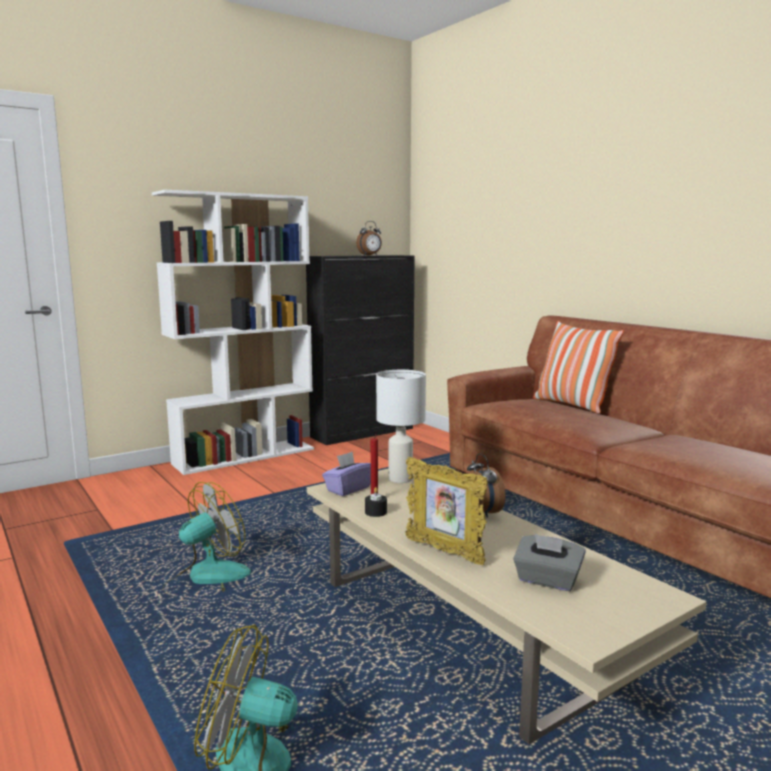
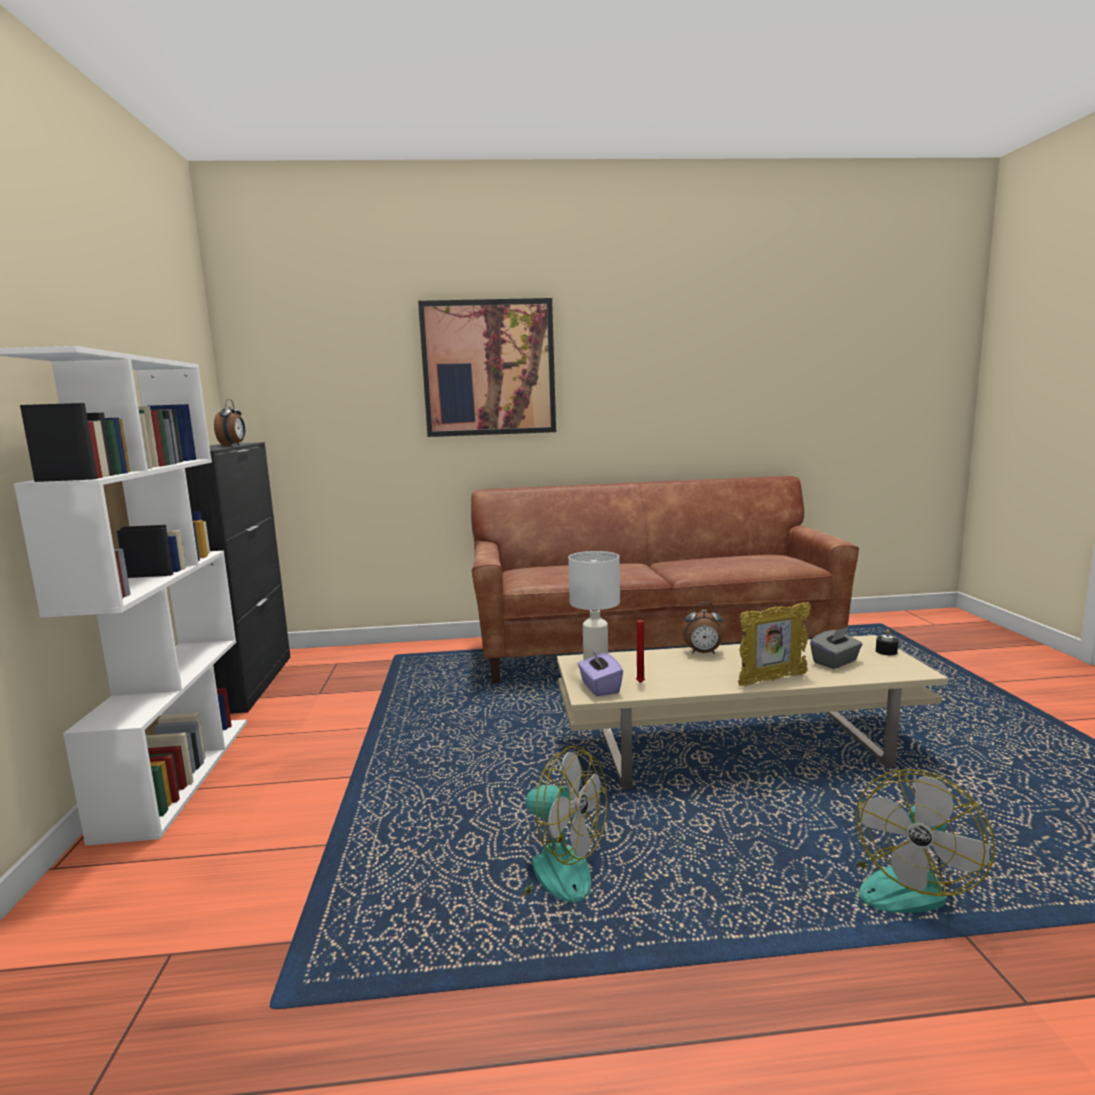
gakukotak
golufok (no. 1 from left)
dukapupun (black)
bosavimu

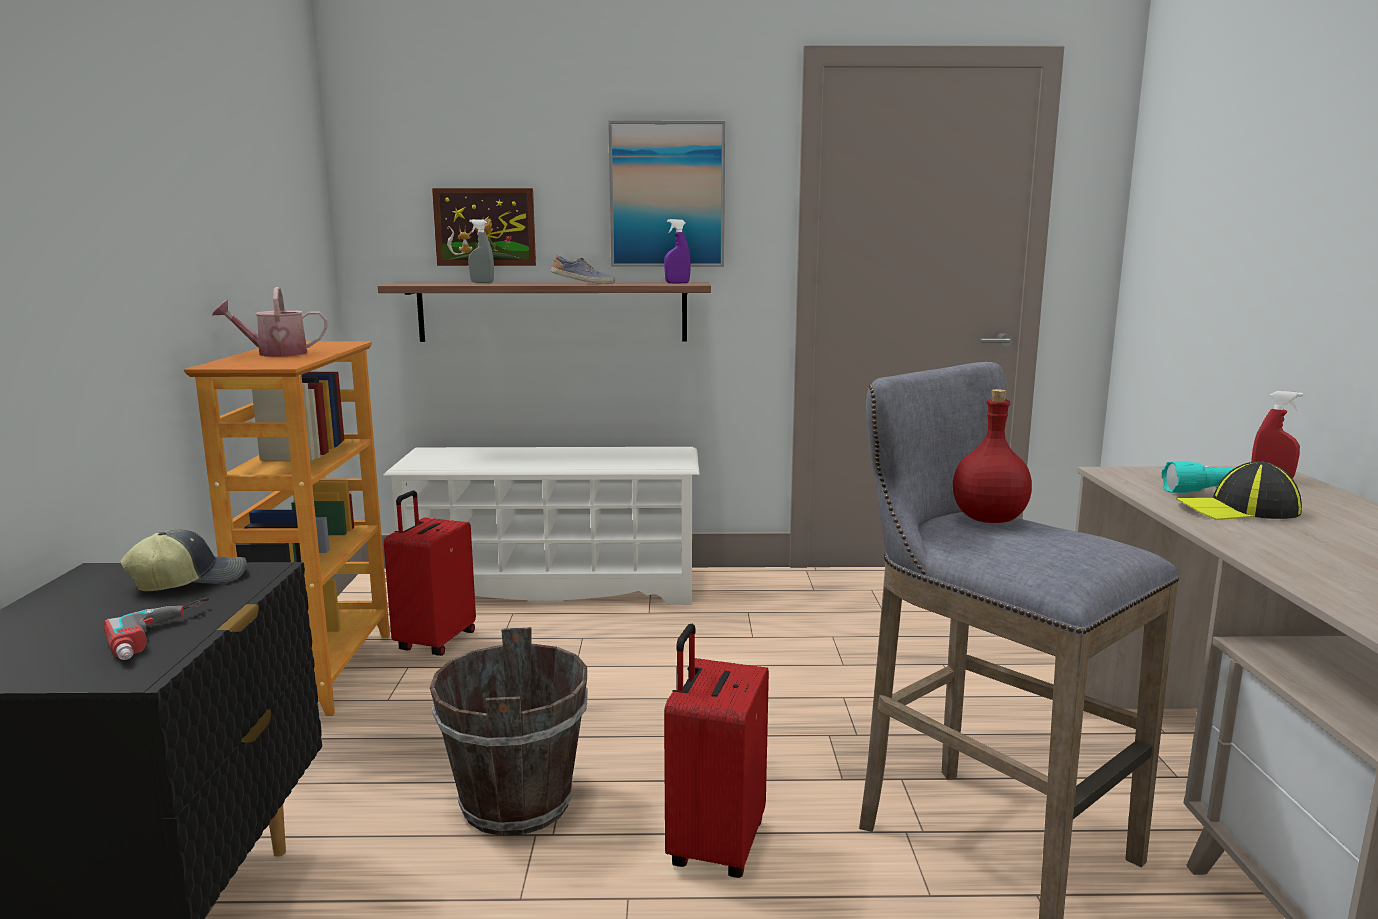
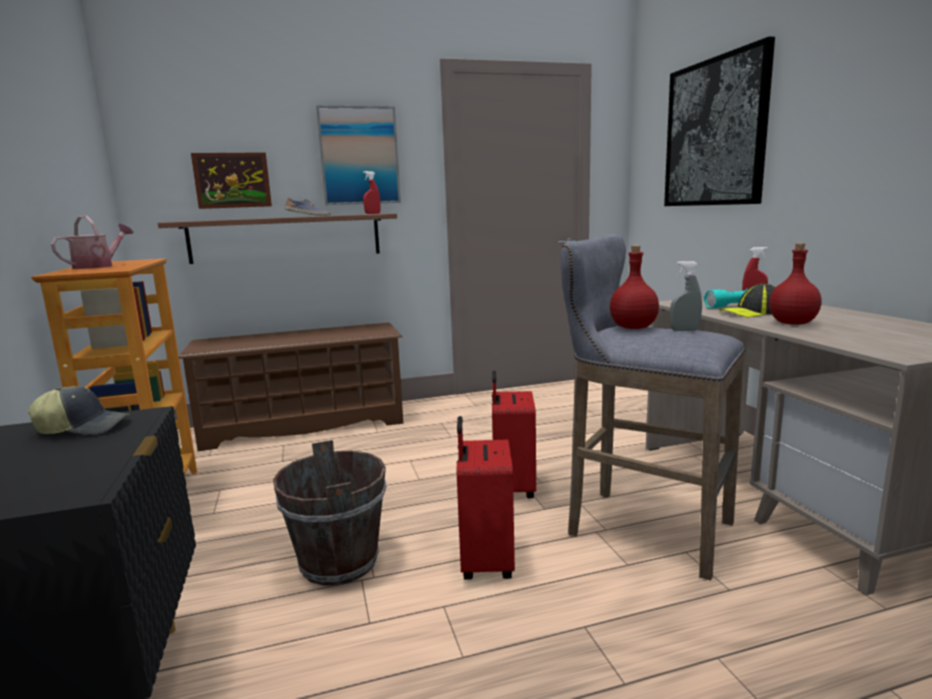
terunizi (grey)
terunizi (red) (no. 1 from left)
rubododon
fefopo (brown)
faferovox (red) (no. 2 from left)
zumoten (no. 1 from left)
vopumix
bosavimu (no. 3 from left)
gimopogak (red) (no. 2 from left)

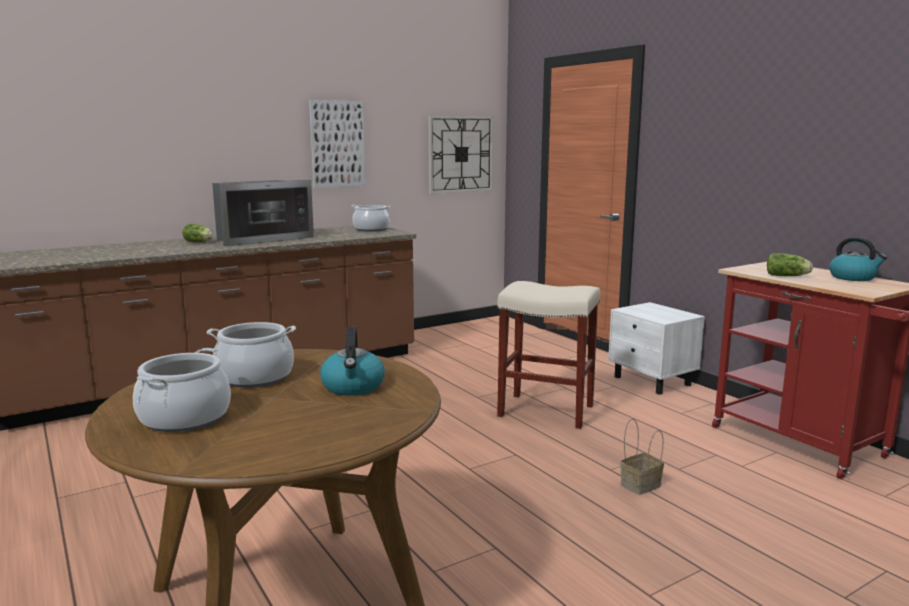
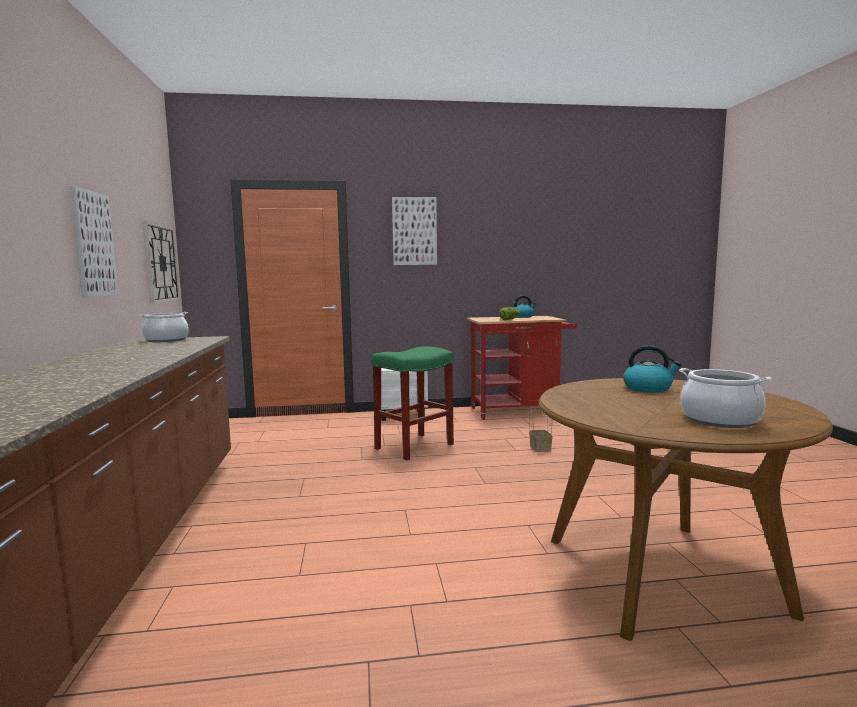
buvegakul
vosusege (no. 1 from left in the first image)
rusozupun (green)
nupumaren (no. 2 from left in the first image)
bosavimu (no. 2 from left)

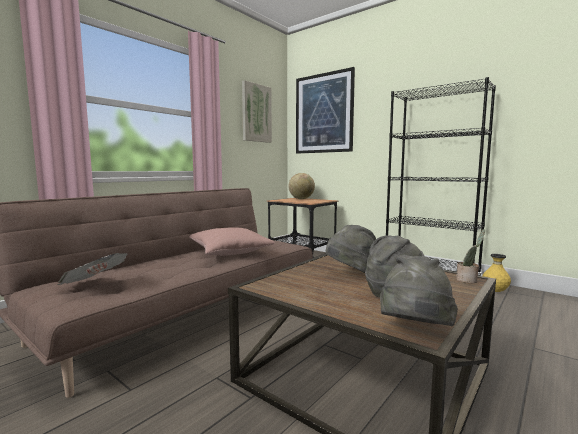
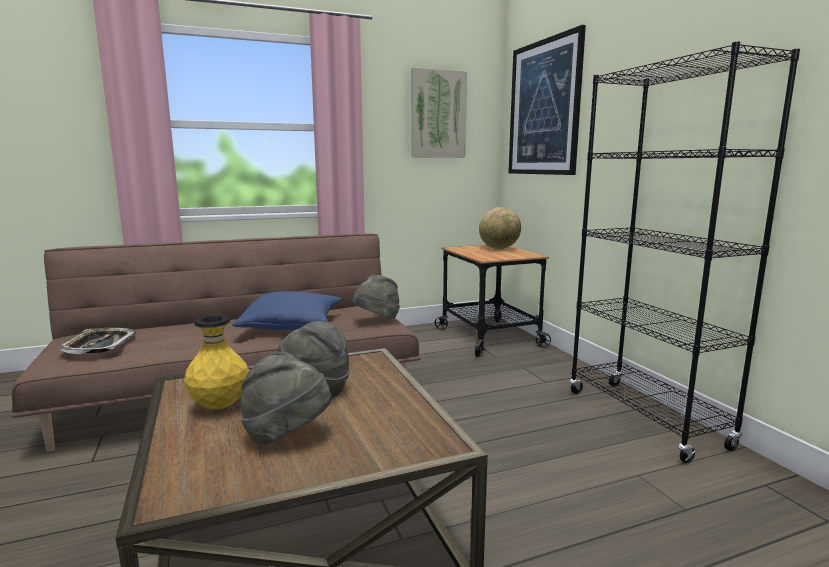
gakukotak (blue)
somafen
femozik
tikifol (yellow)
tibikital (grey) (no. 3 from left)

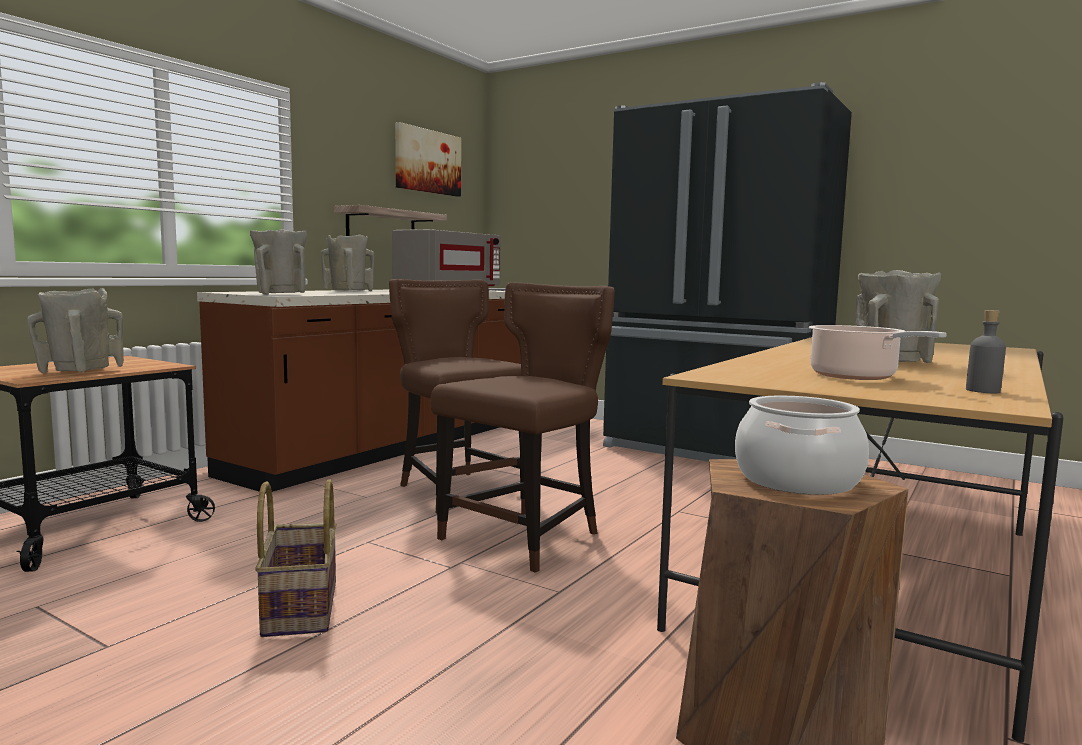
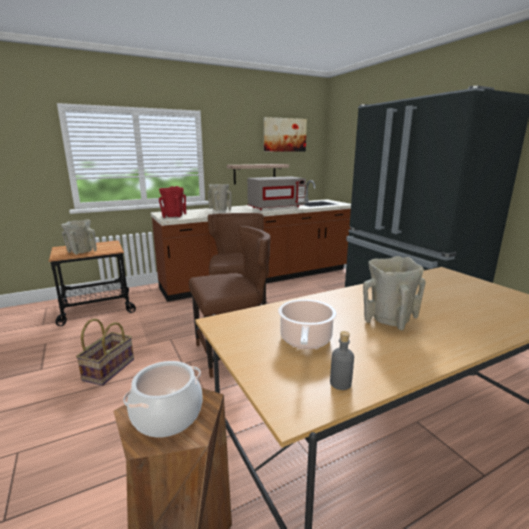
tikifol (red)

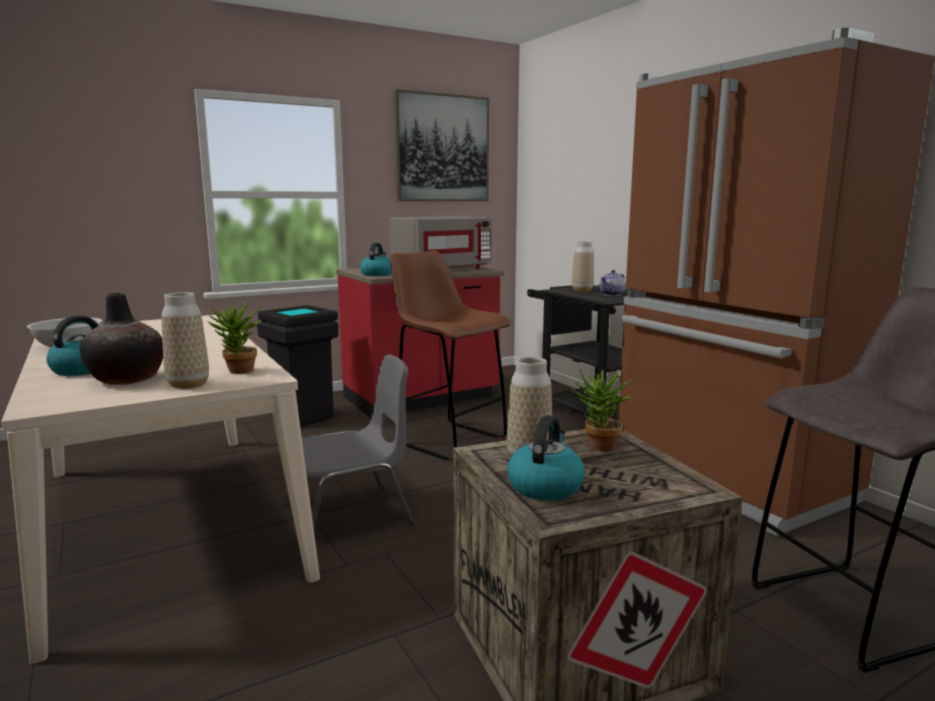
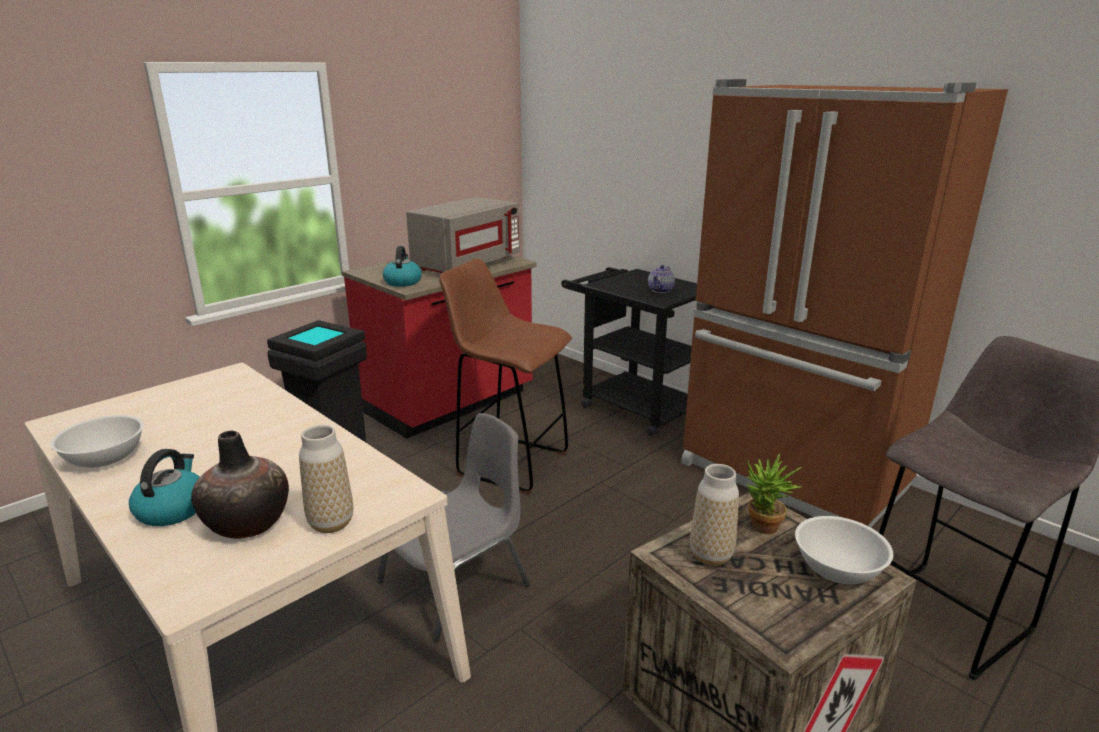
bosavimu
tikifol (no. 4 from left in the first image)
somafen (no. 1 from left in the first image)
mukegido (no. 3 from left in the first image)
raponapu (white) (no. 2 from left)

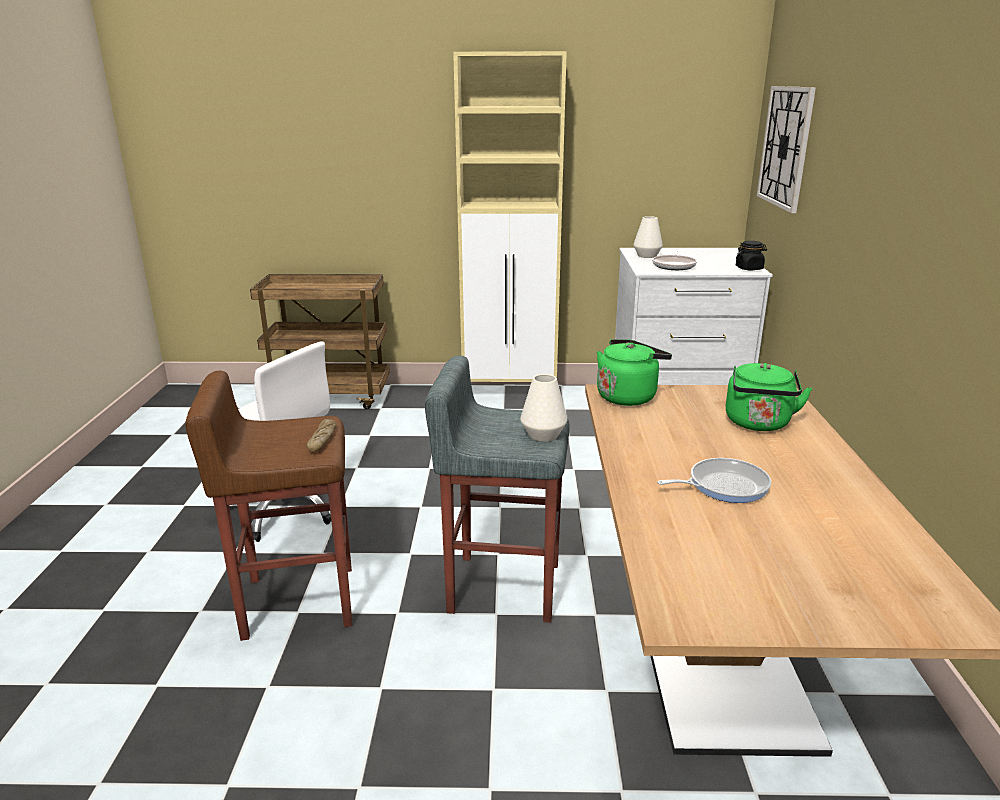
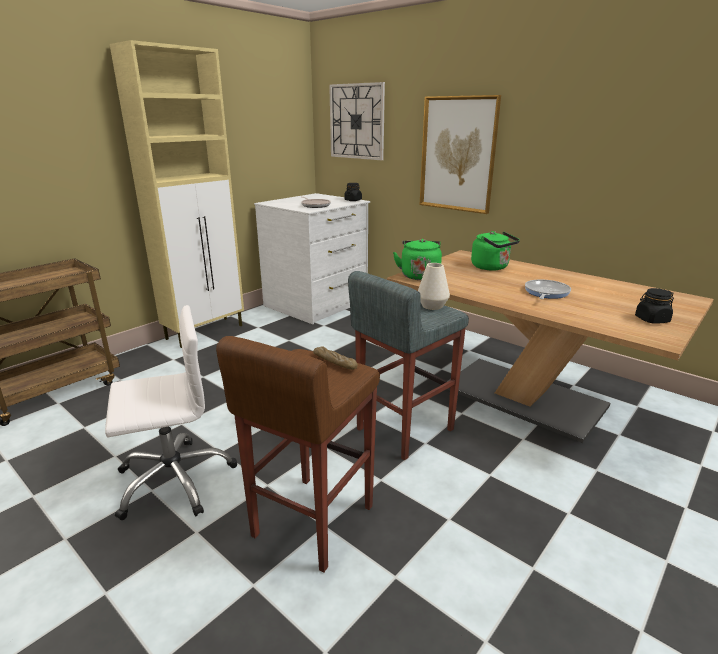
tikifol (white) (no. 2 from left in the first image)
bosavimu
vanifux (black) (no. 2 from left)

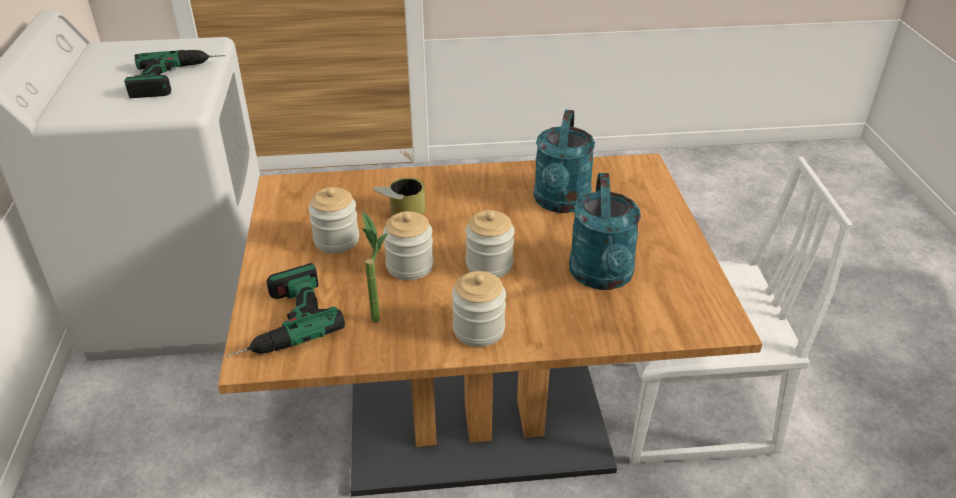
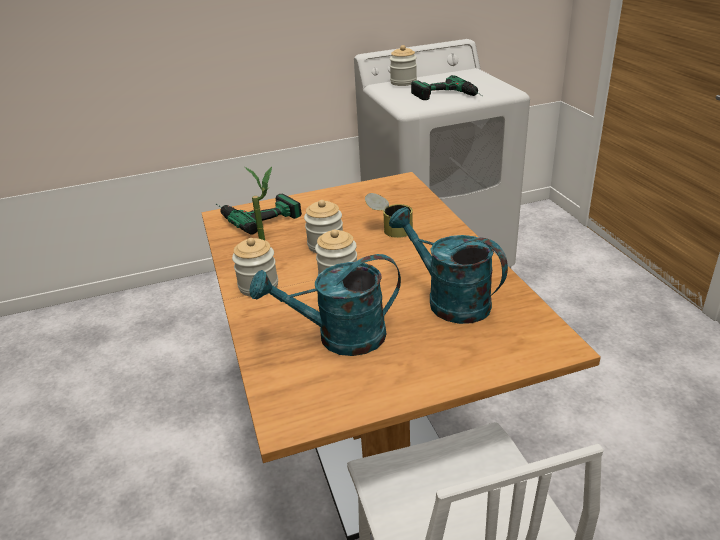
rubododon (turquoise) (no. 2 from left)
vanifux (no. 4 from left)

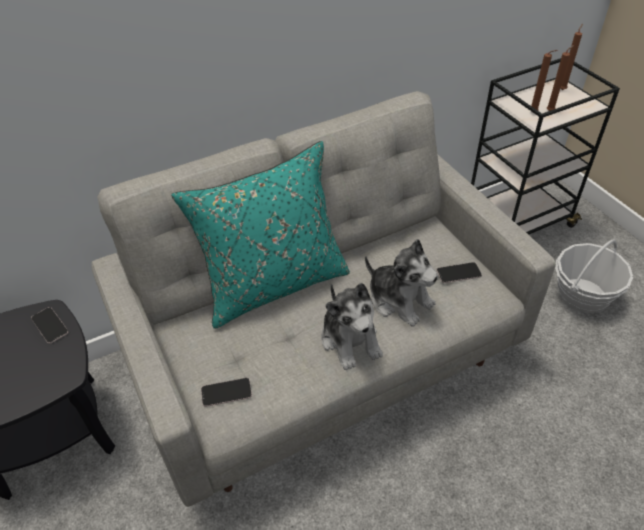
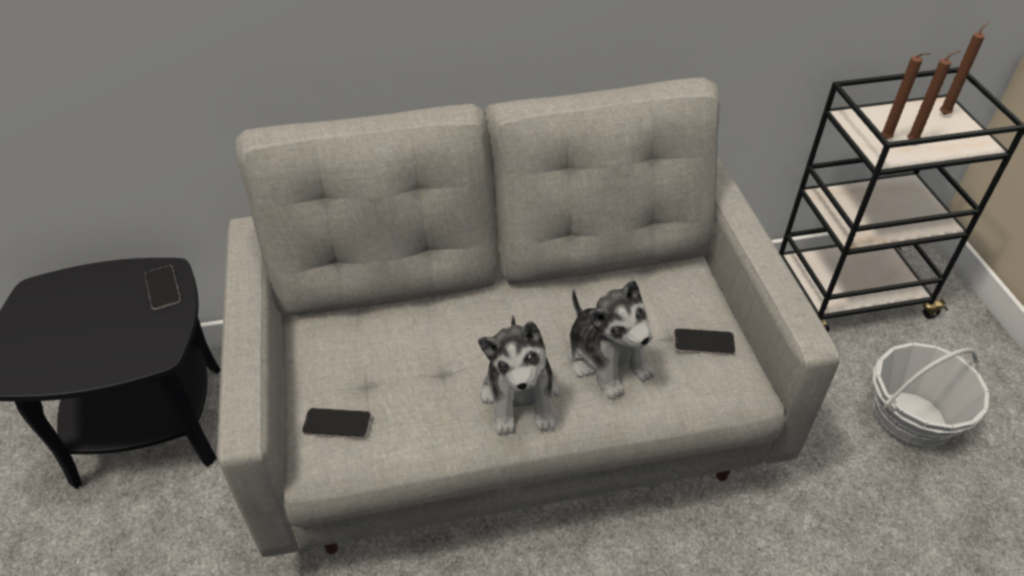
gakukotak (turquoise)

